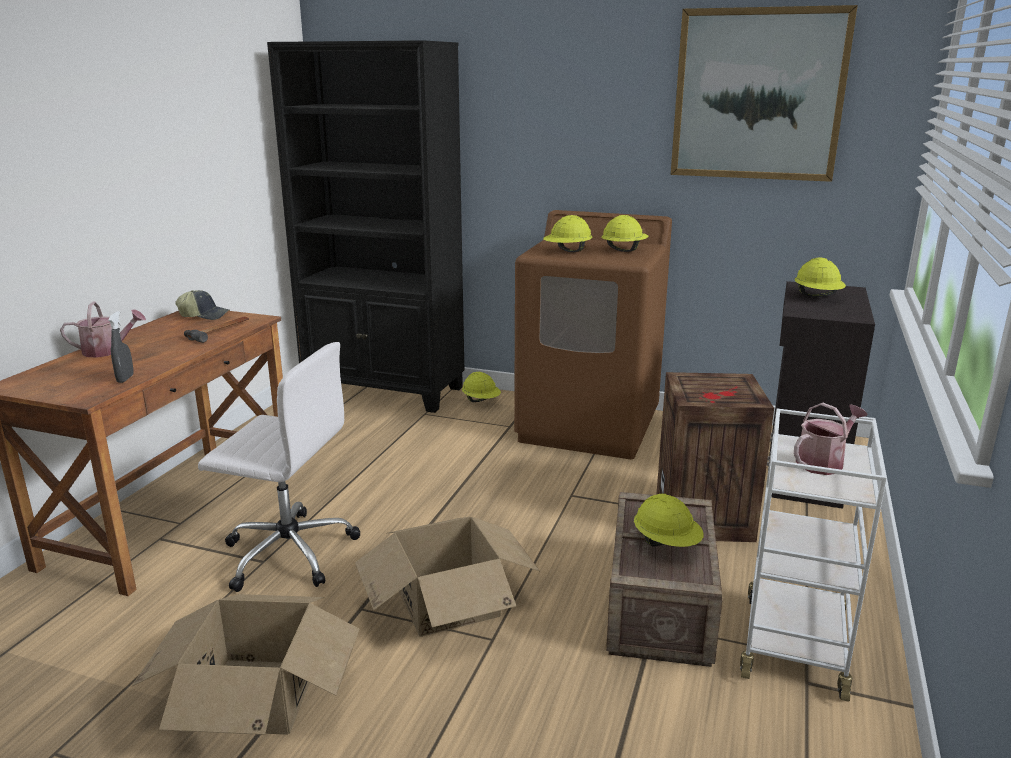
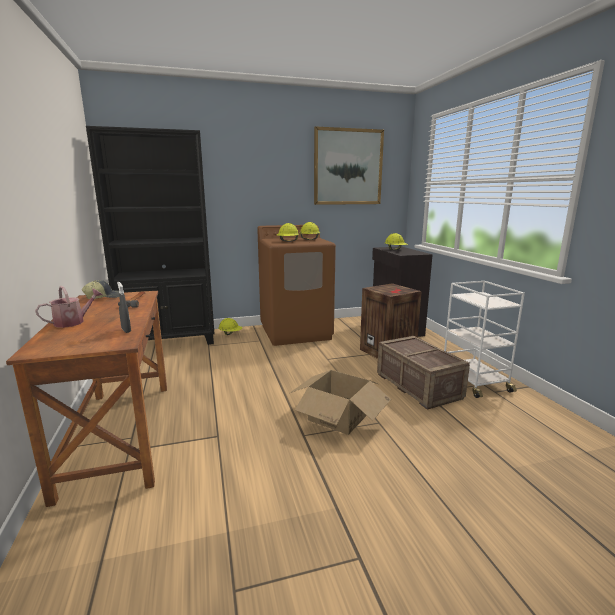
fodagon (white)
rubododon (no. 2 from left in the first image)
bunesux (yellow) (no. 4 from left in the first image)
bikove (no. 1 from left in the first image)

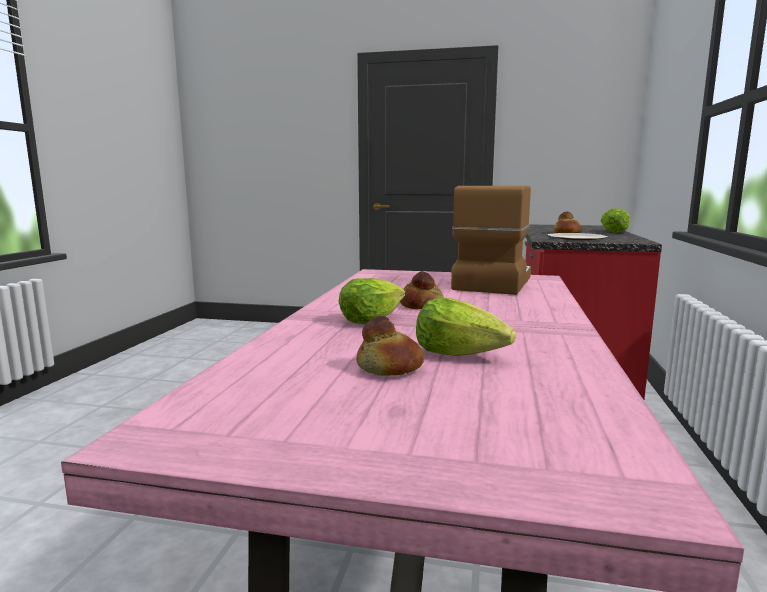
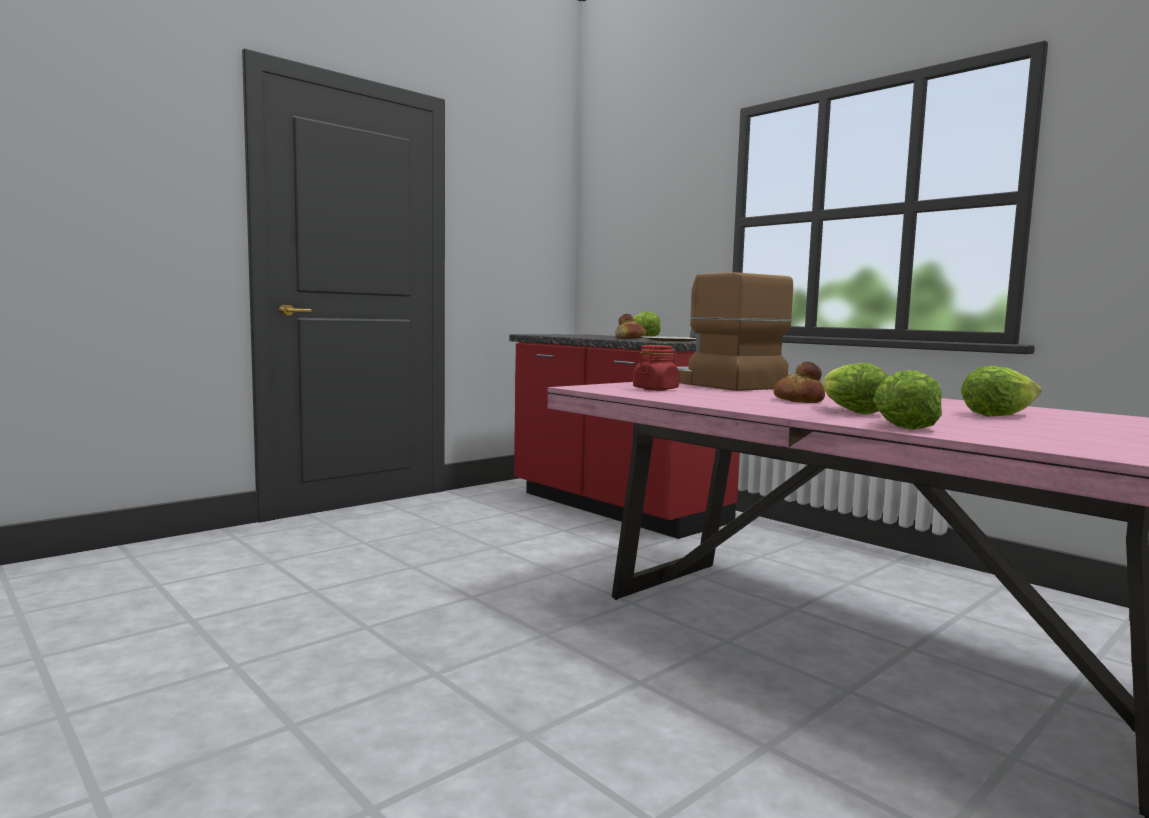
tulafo (no. 1 from left in the first image)
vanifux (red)
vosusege (no. 3 from left)

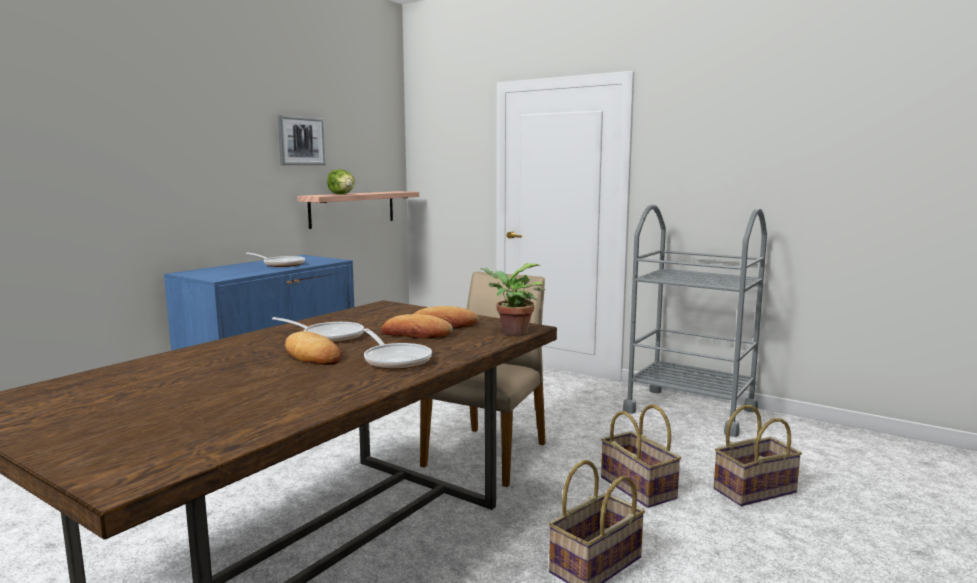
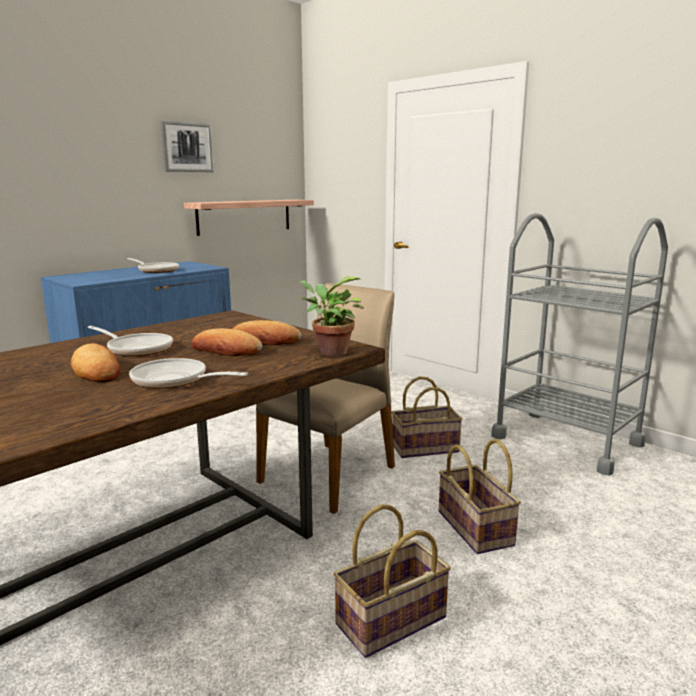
vosusege
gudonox (no. 3 from left)
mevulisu (no. 2 from left)

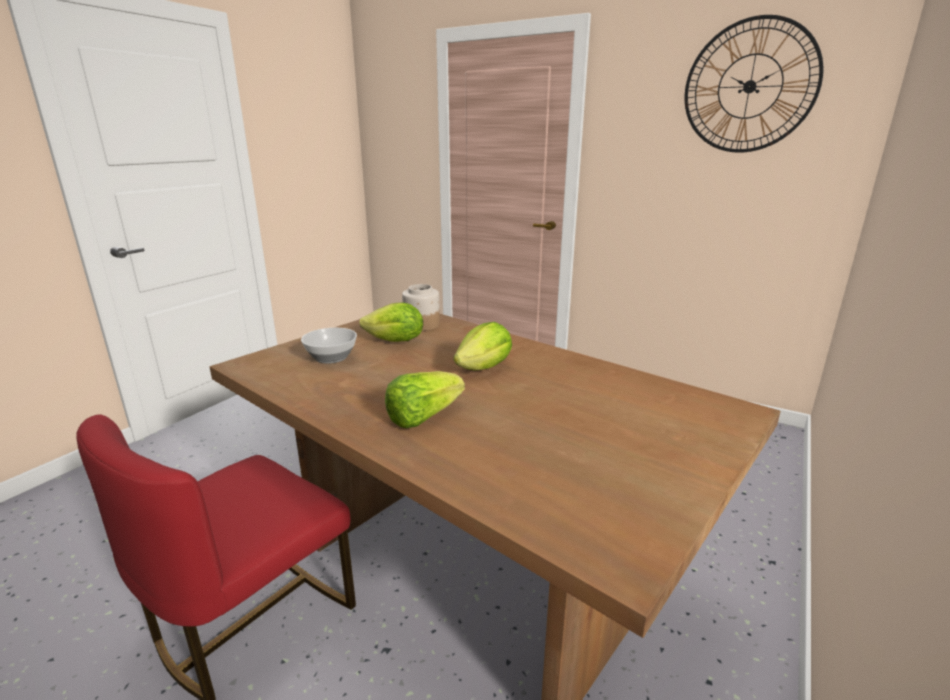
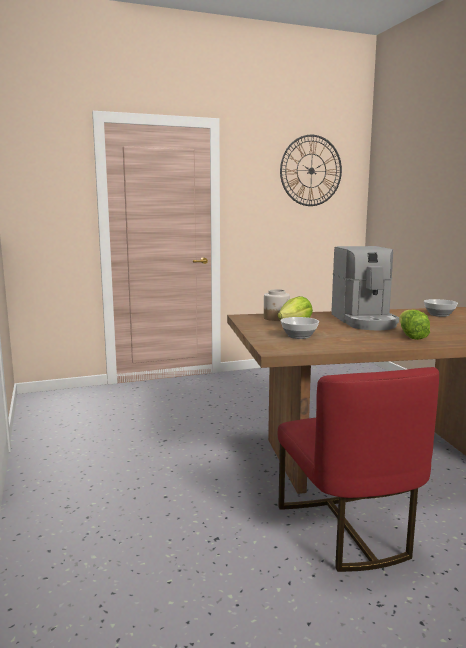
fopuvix
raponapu (no. 2 from left)

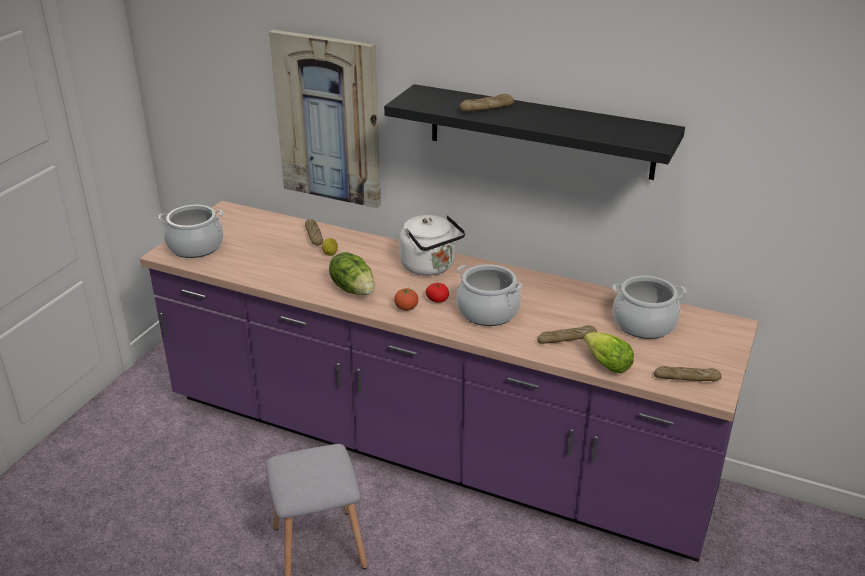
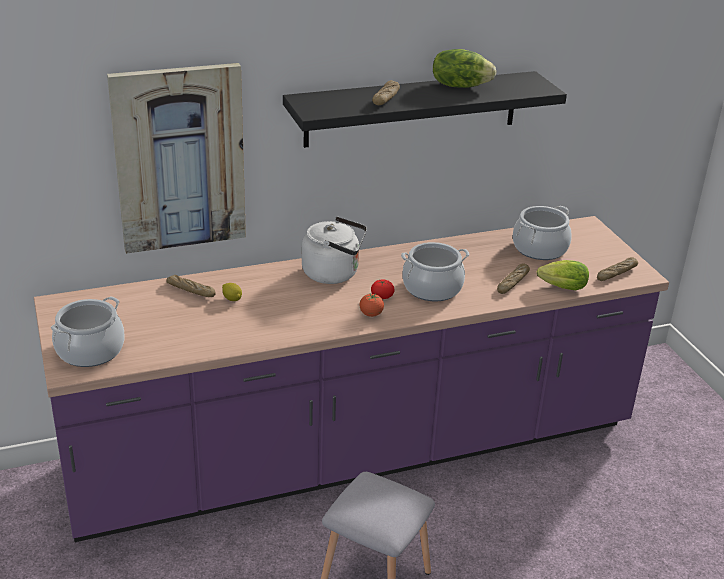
vosusege (no. 1 from left)

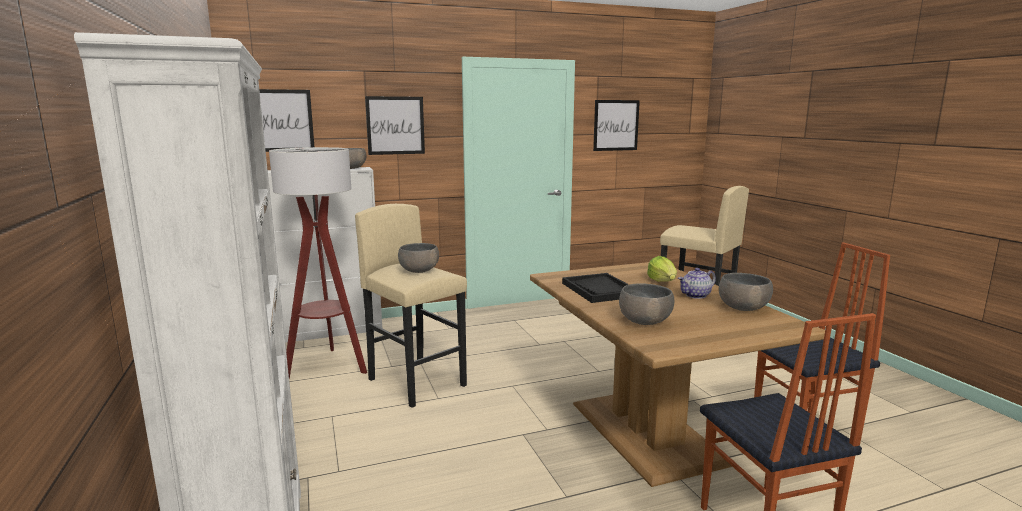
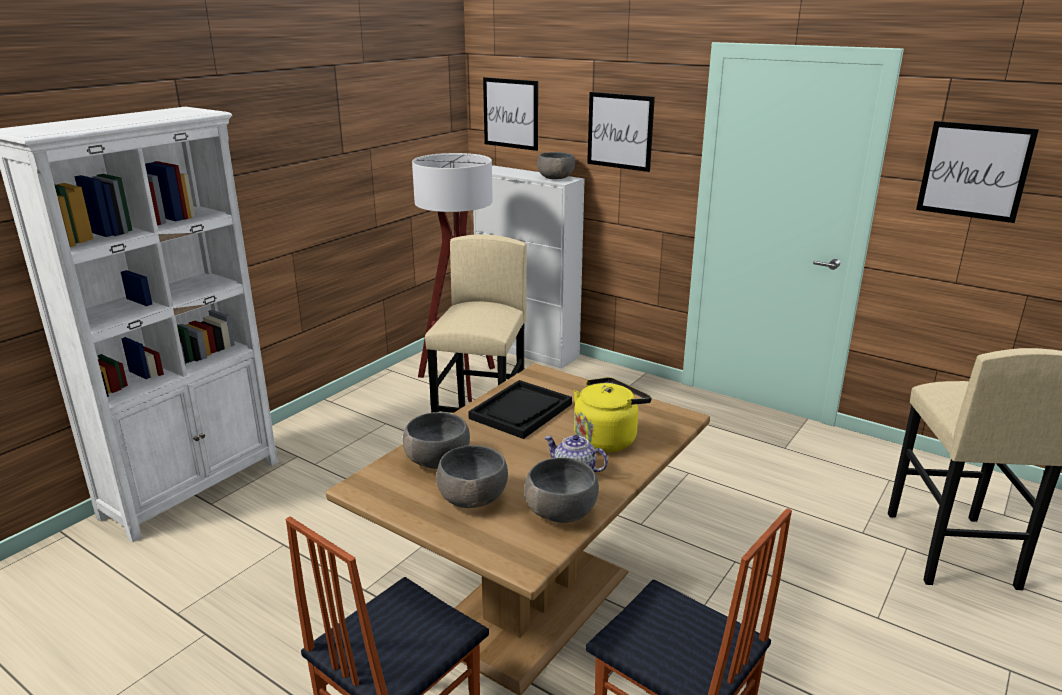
raponapu (grey) (no. 2 from left)
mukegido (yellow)

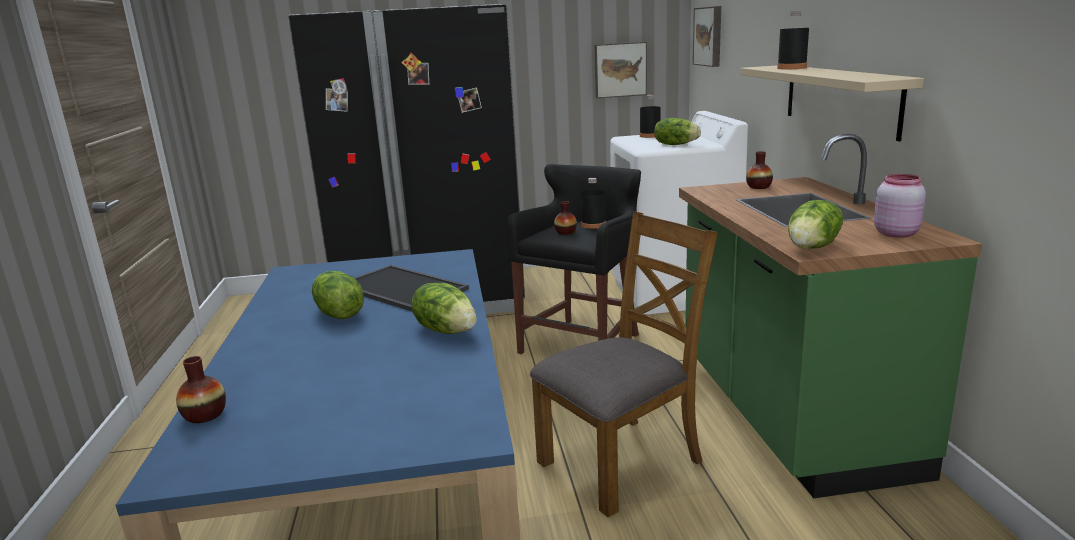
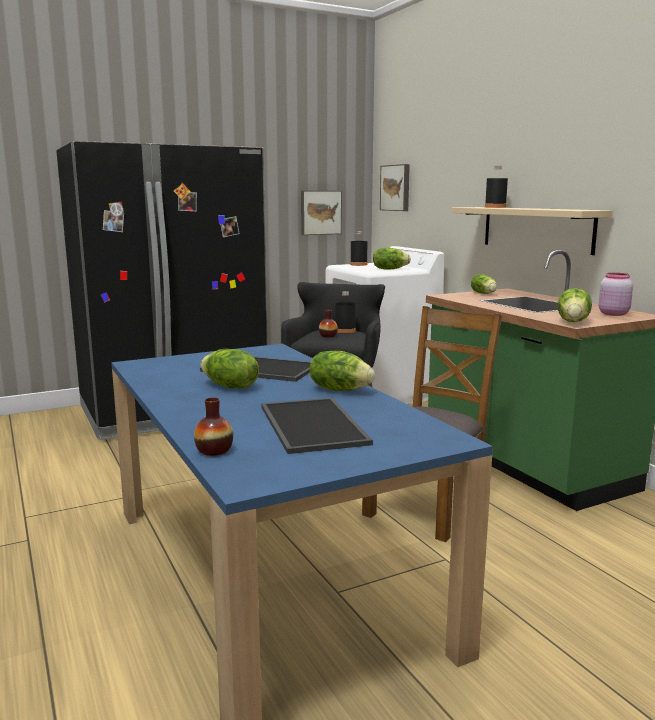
vosusege (no. 4 from left)
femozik (no. 2 from left)

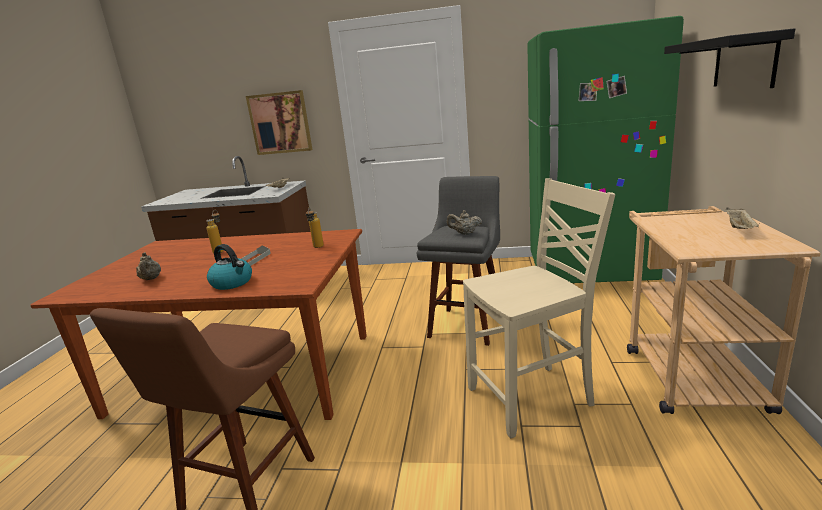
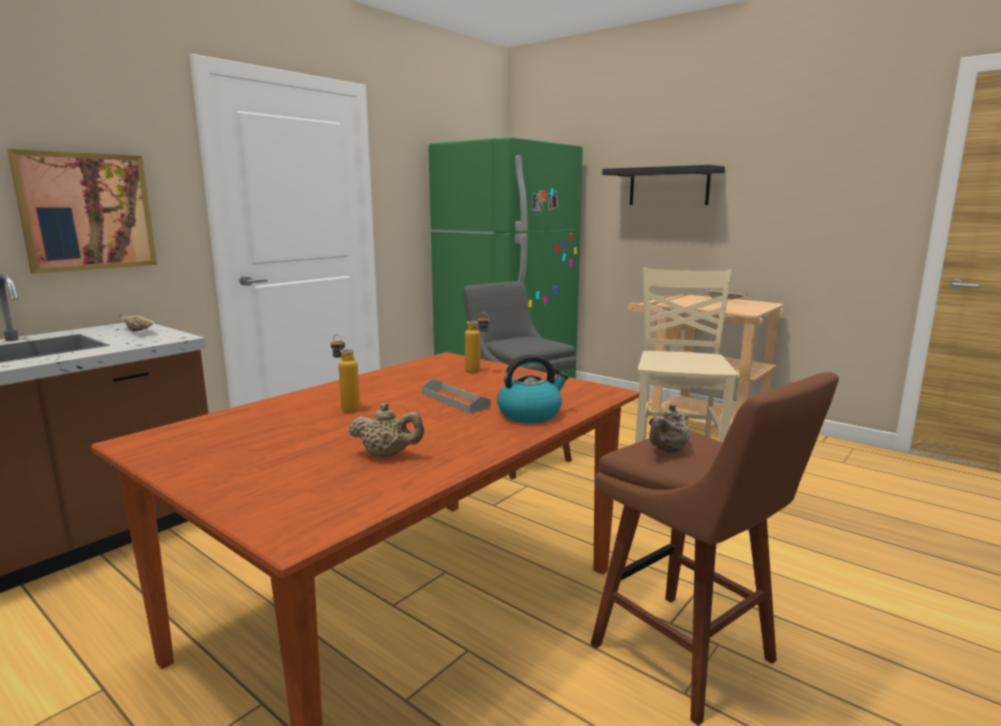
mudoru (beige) (no. 2 from left)

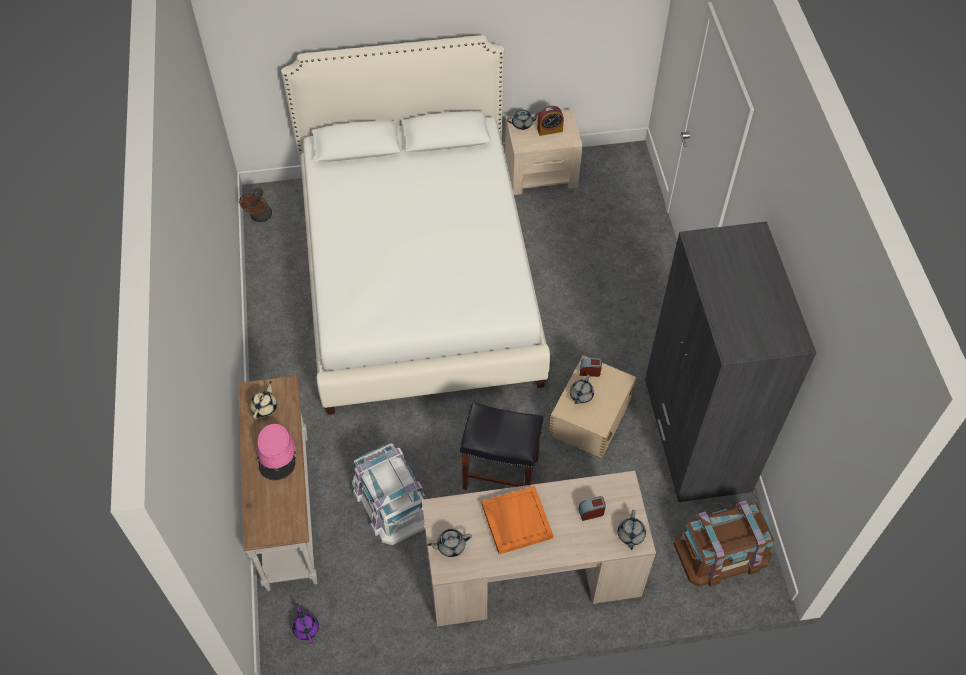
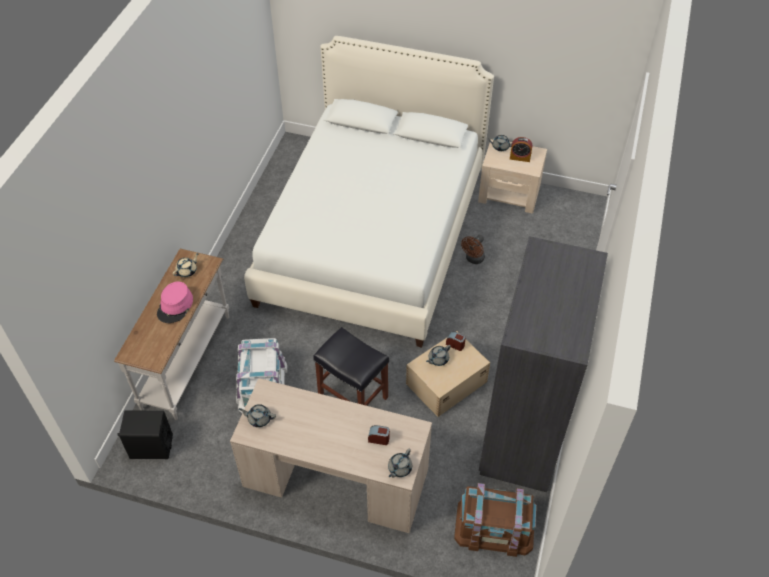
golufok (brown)
femozik (orange)
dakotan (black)

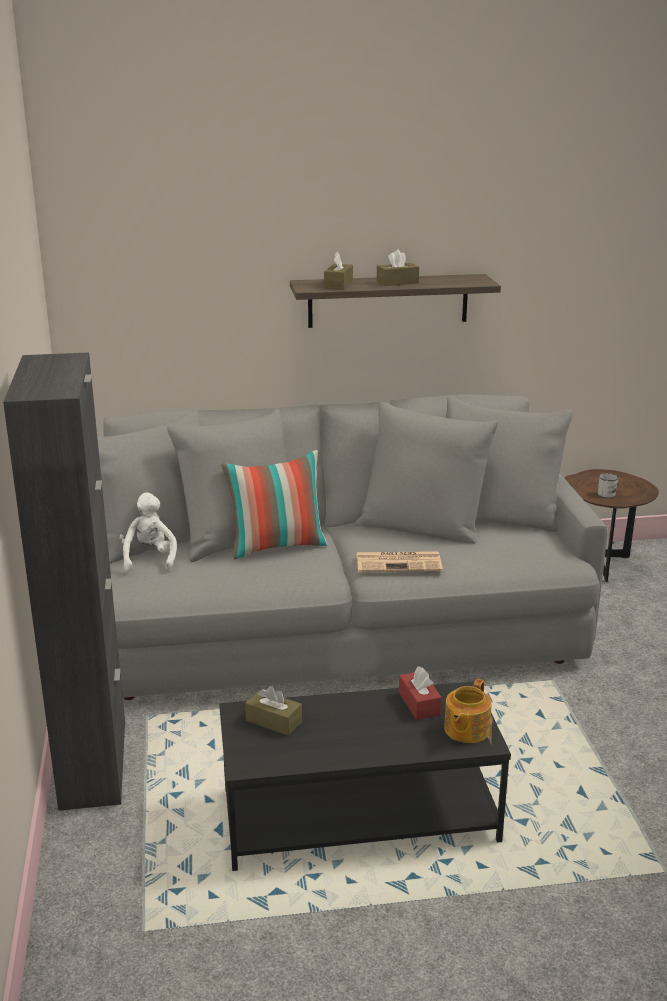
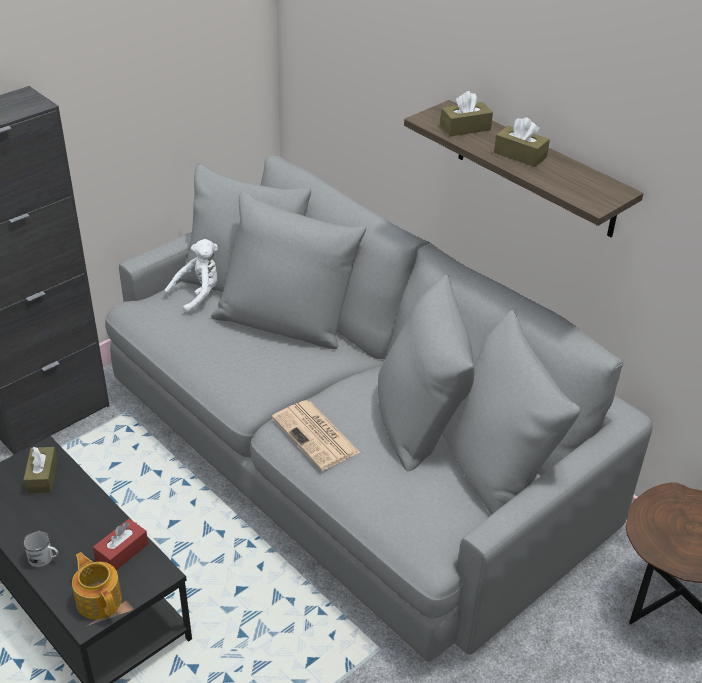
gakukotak
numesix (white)
mudoru

